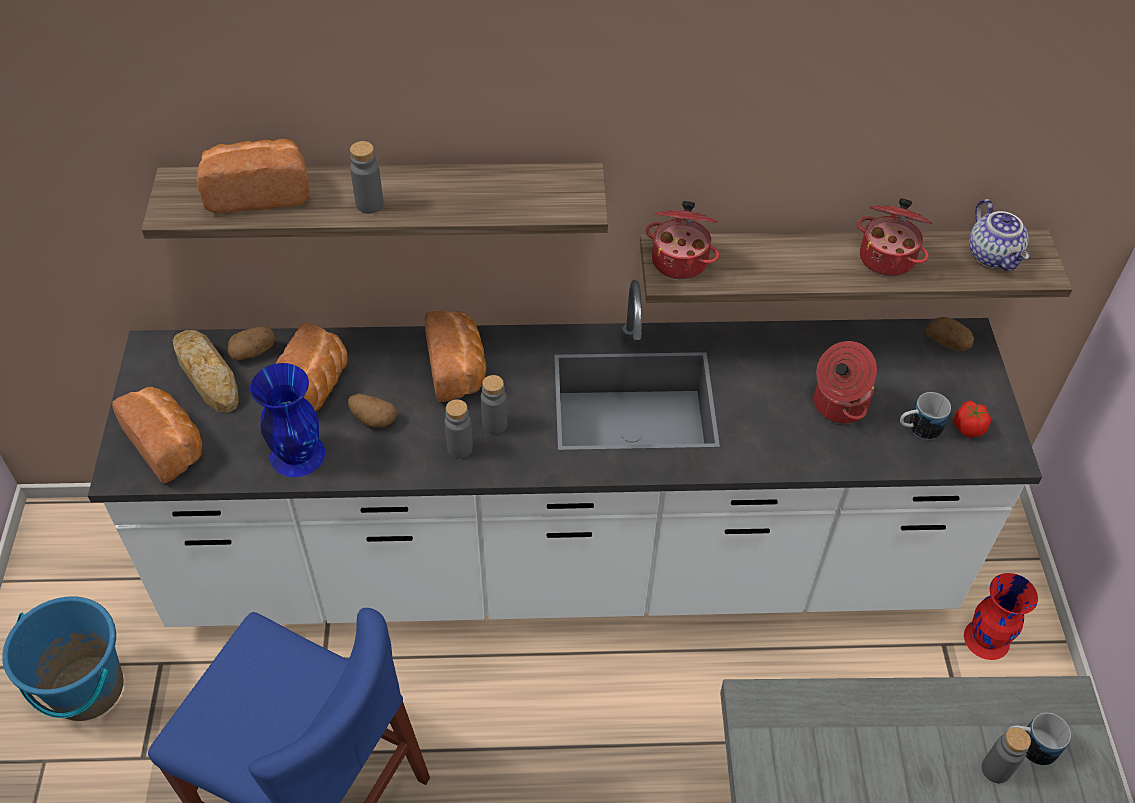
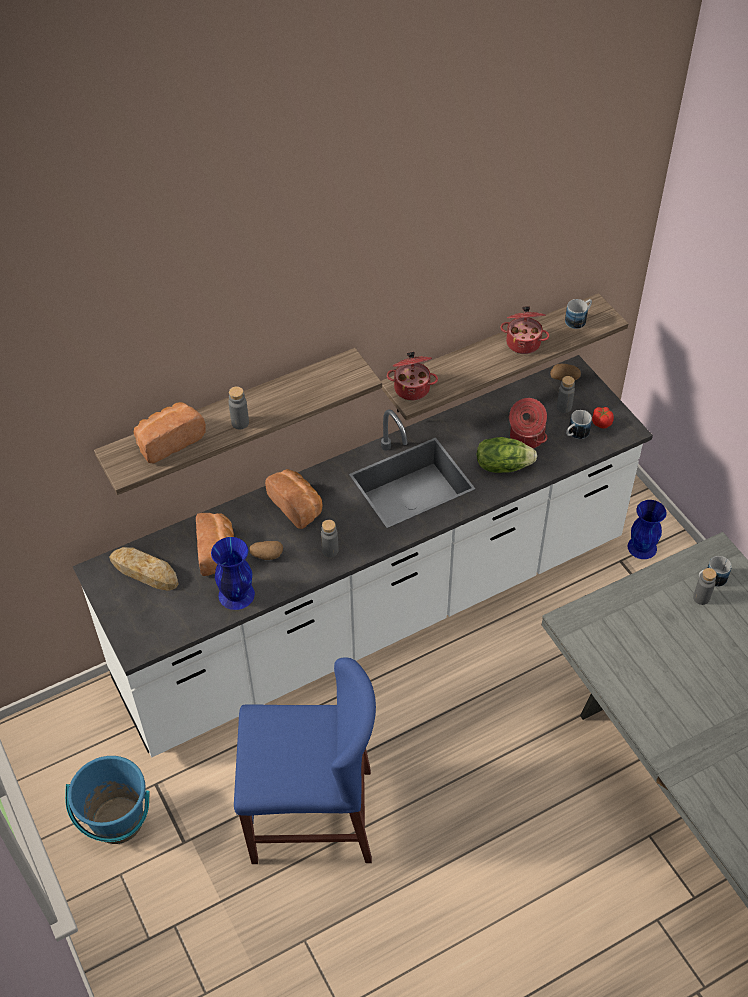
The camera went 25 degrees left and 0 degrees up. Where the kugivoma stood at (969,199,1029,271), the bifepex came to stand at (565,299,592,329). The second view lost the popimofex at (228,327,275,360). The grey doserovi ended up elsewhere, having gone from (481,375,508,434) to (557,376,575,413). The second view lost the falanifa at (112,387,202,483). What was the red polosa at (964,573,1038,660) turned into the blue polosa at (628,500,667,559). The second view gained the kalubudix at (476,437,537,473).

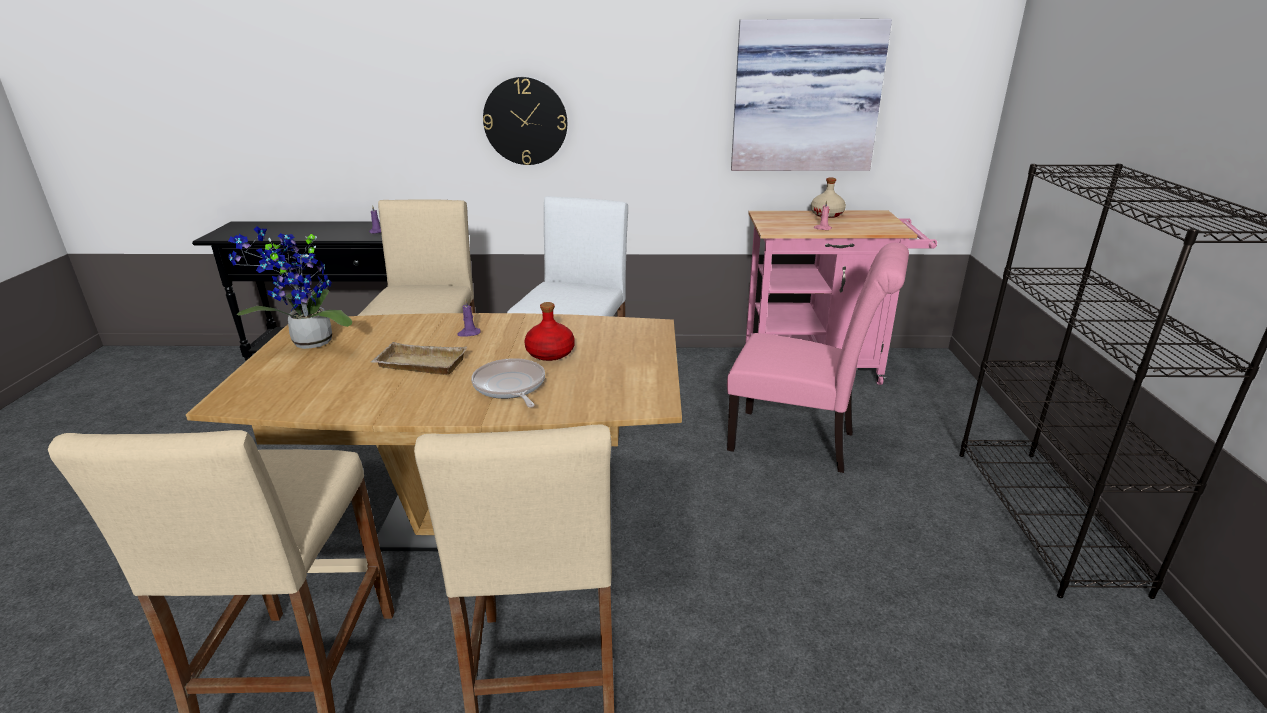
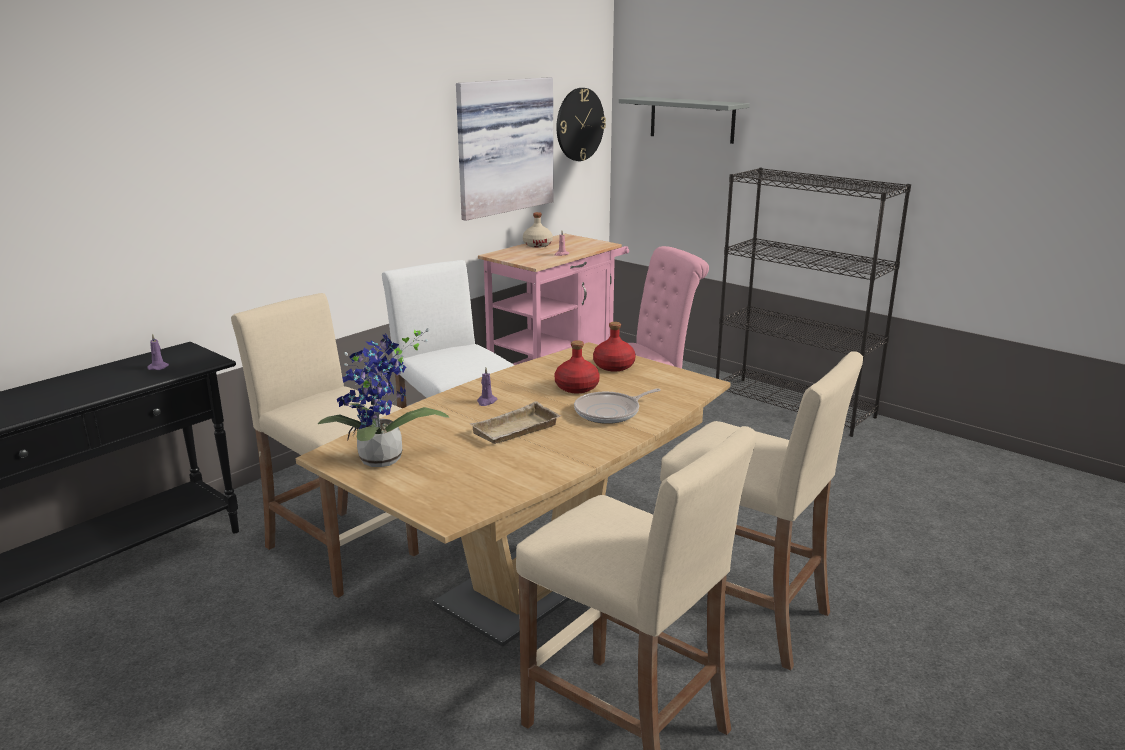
The camera went 50 degrees left and 5 degrees down. The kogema ended up elsewhere, having gone from (483,77,567,165) to (557,88,606,161). The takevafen at (471,358,545,408) ended up facing another way, 45 degrees counterclockwise from before. The second view gained the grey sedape at (619,97,750,144). The second view gained the red doserovi at (593,322,636,371).

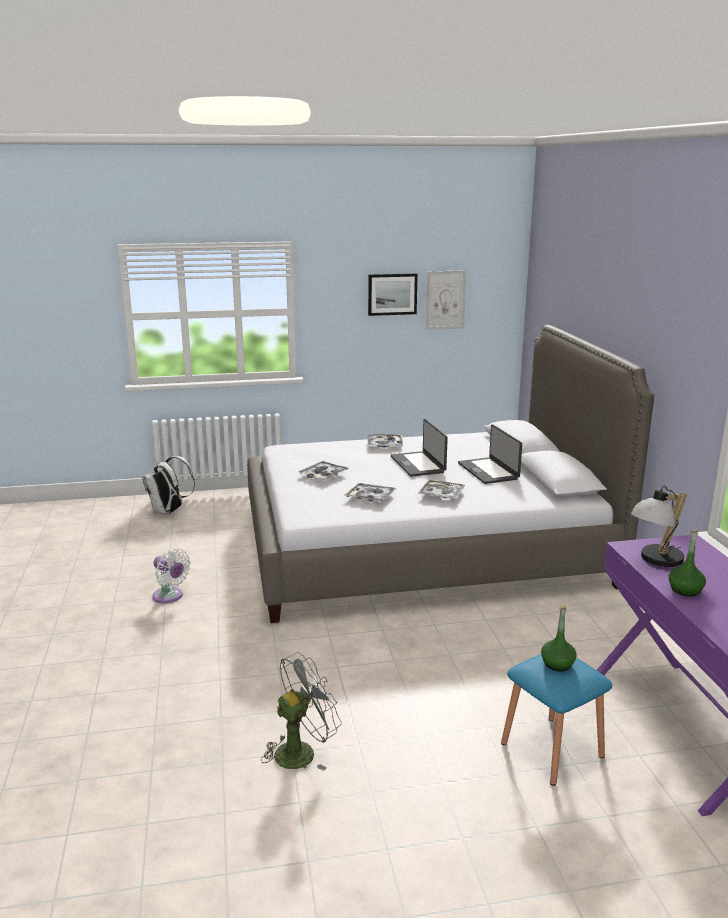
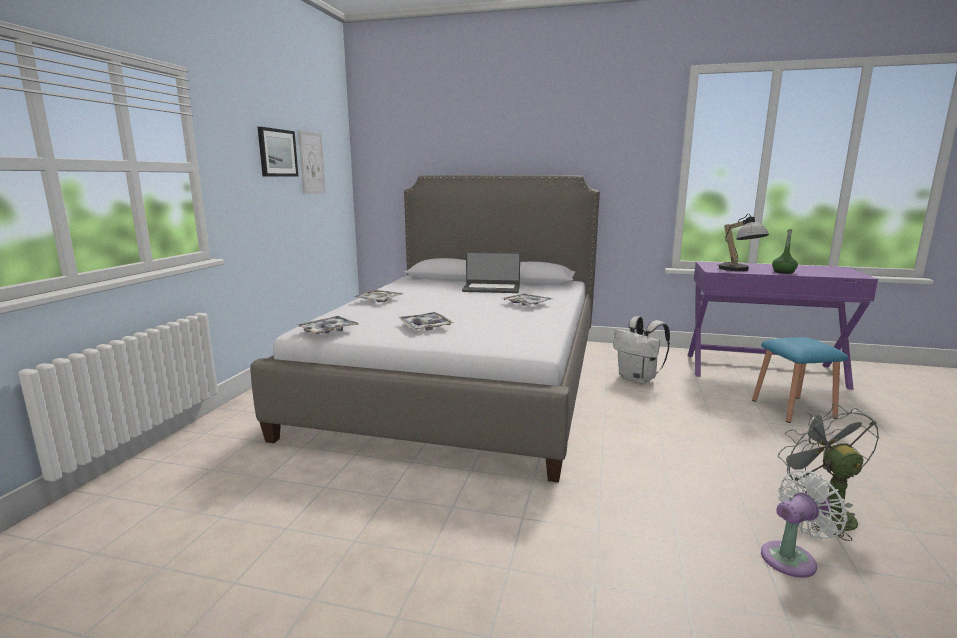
The camera went 65 degrees left and 5 degrees down. The second view lost the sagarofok at (391,419,448,477). The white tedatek ended up elsewhere, having gone from (142,456,195,515) to (613,316,670,384). The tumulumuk ended up elsewhere, having gone from (345,483,396,502) to (297,316,359,334). The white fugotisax ended up elsewhere, having gone from (152,549,191,603) to (761,470,848,578). The second view lost the green doserovi at (541,605,577,672).

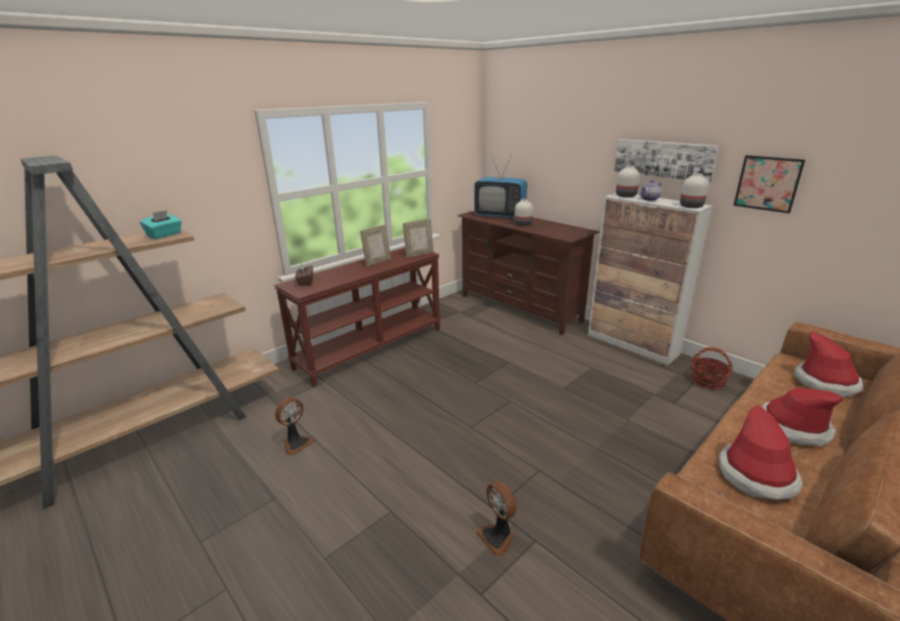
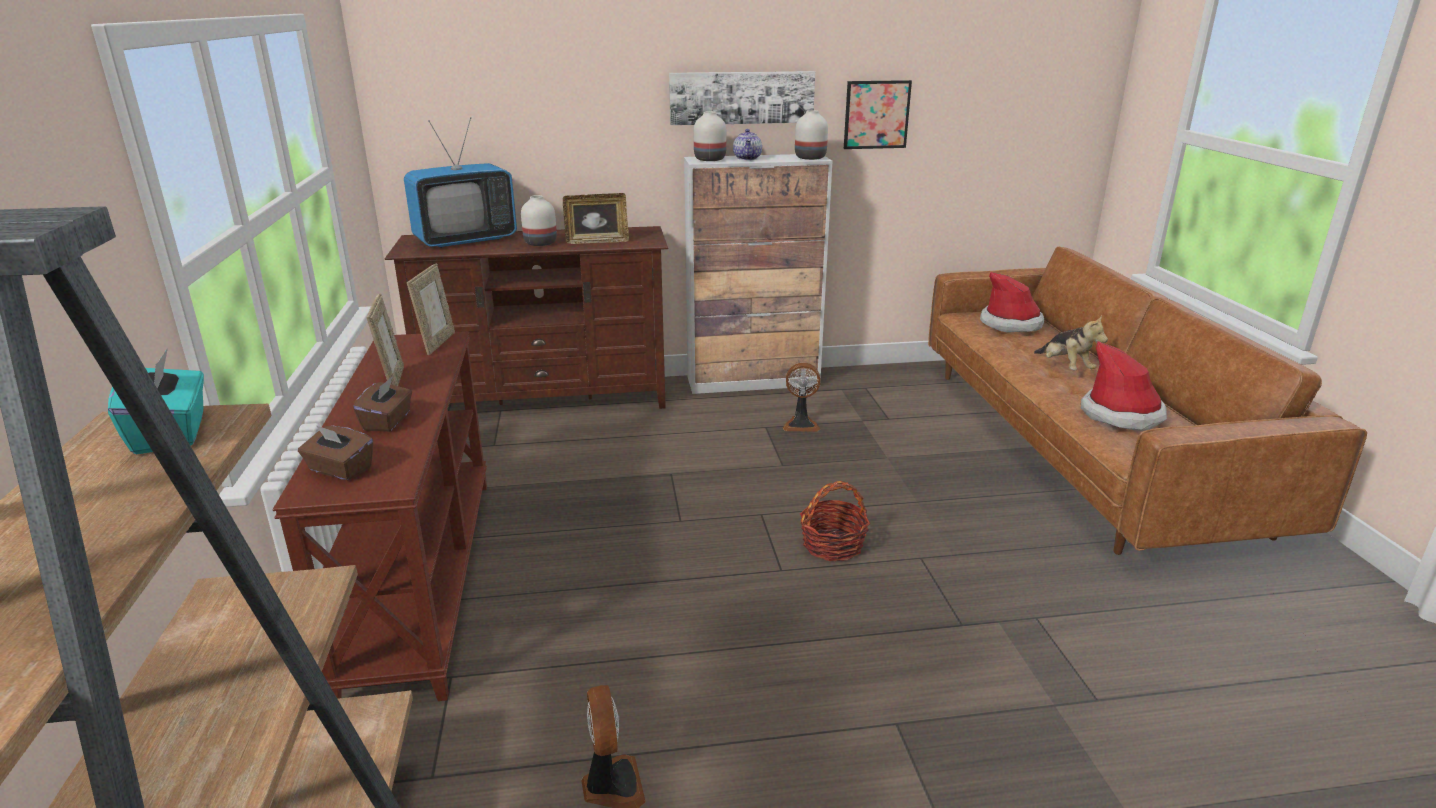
The camera went 55 degrees left and 0 degrees up. The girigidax ended up elsewhere, having gone from (690,347,733,390) to (800,481,870,561). Where the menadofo stood at (761,388,843,446), the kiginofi came to stand at (1034,315,1108,370). The fugotisax ended up elsewhere, having gone from (476,481,517,557) to (783,363,820,432). The second view gained the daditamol at (563,193,629,244). The second view gained the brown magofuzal at (353,376,412,432).

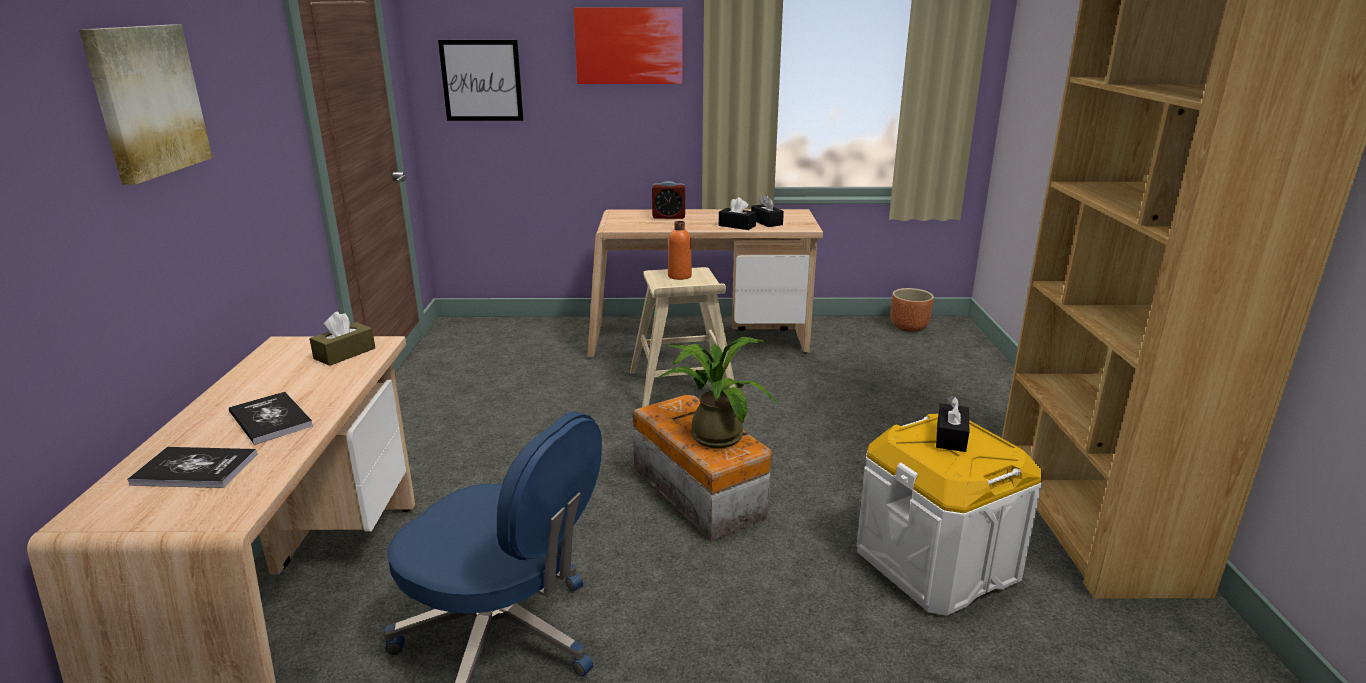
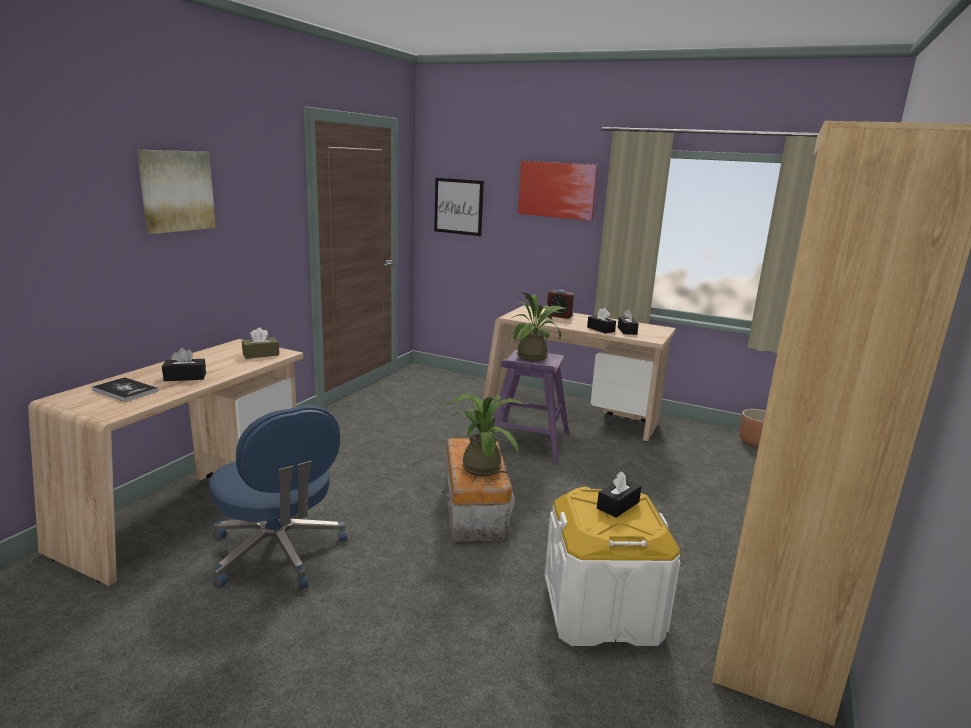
The camera went 25 degrees right and 5 degrees down. Where the orange doserovi stood at (668,221,692,280), the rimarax came to stand at (510,292,567,361). What was the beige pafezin at (630,267,736,407) turned into the purple pafezin at (493,350,569,464). Where the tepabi stood at (229,392,313,445), the black magofuzal came to stand at (162,348,206,381).

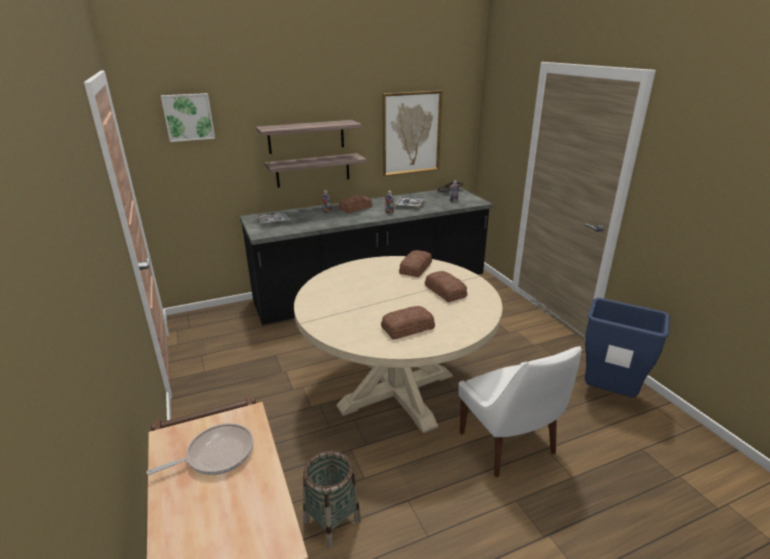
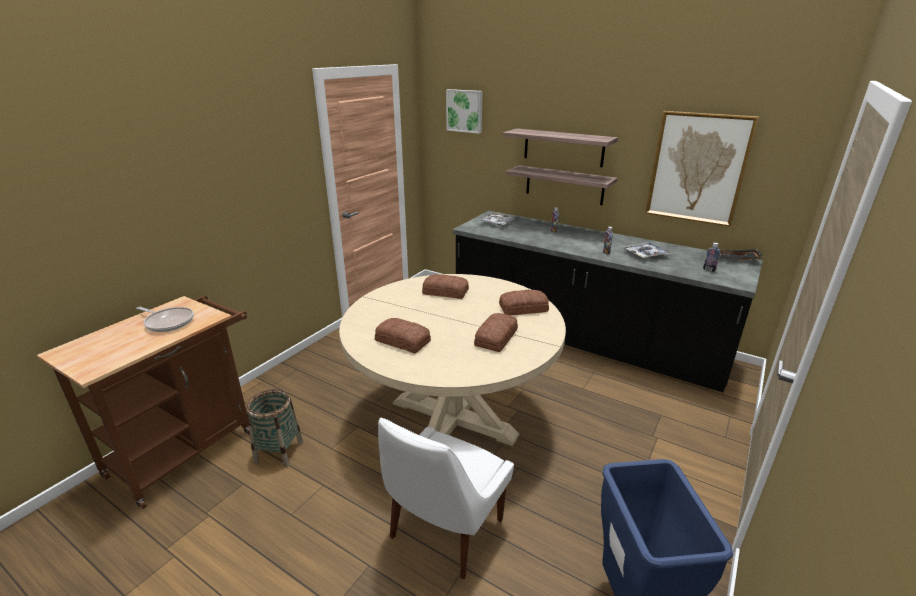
The camera went 55 degrees right and 0 degrees up. The falanifa ended up elsewhere, having gone from (339,195,372,213) to (422,274,469,299).

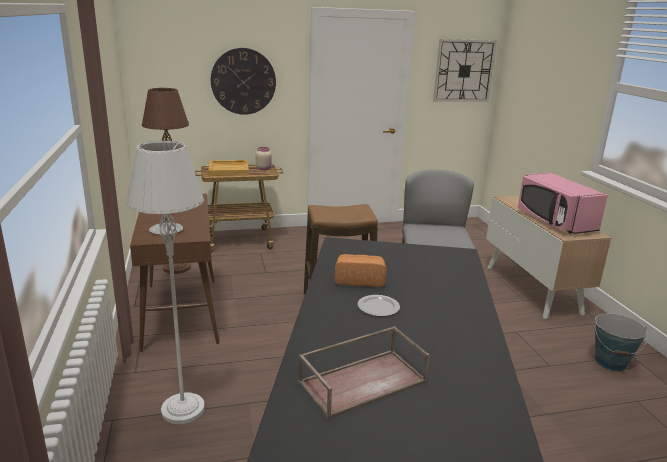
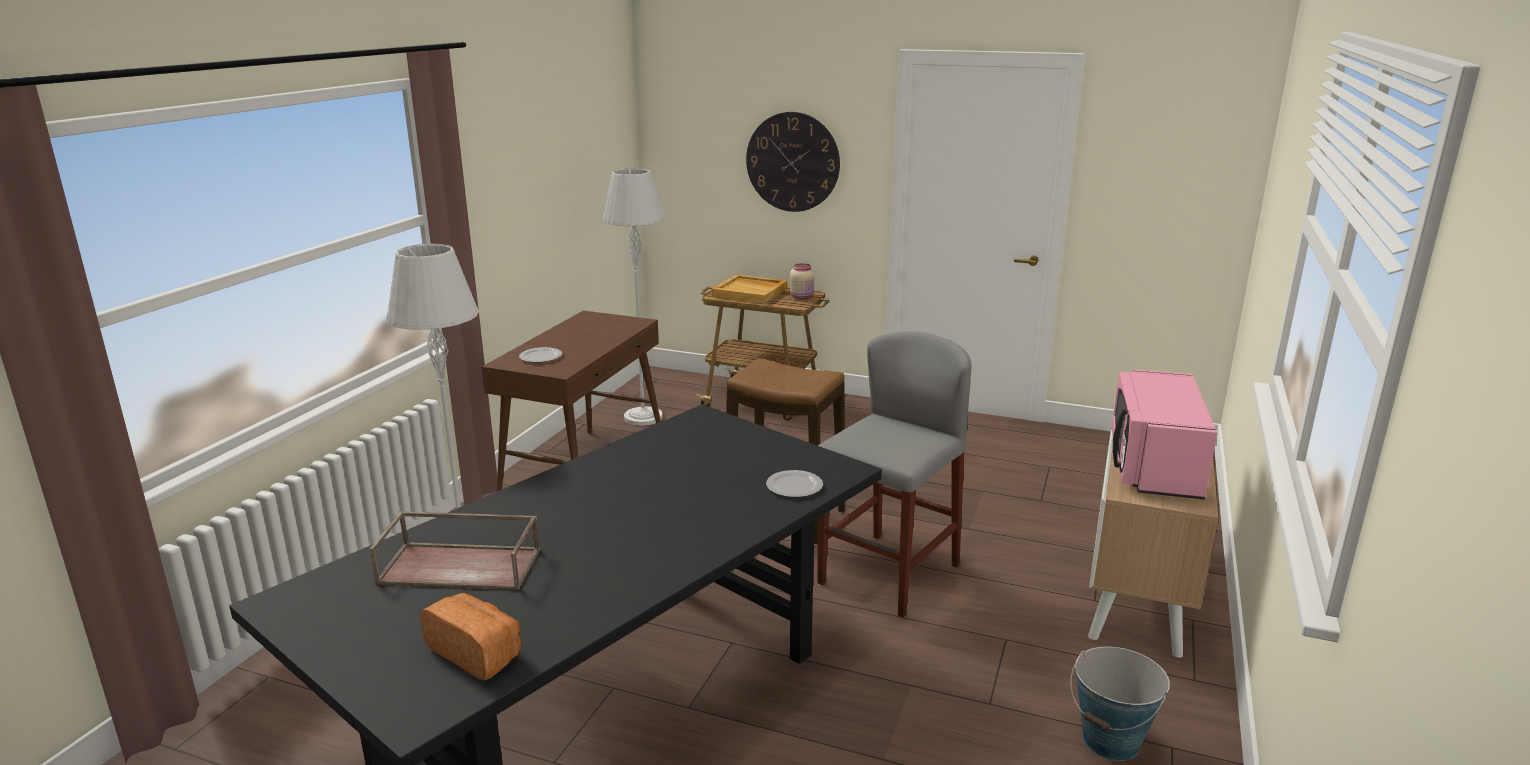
The camera went 35 degrees right and 0 degrees up. The second view lost the kogema at (433,39,497,102). What was the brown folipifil at (142,88,191,274) turned into the grey folipifil at (602,168,665,426). The falanifa ended up elsewhere, having gone from (335,254,387,287) to (420,593,521,681). The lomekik ended up elsewhere, having gone from (357,295,400,316) to (766,470,823,497).

